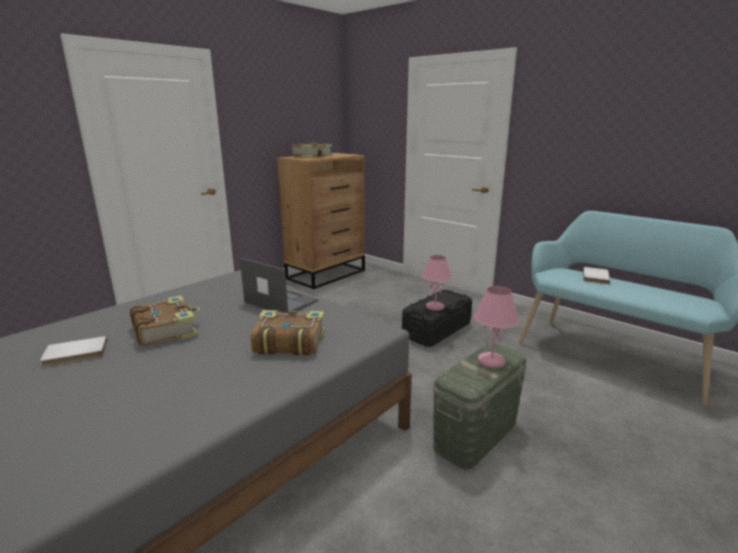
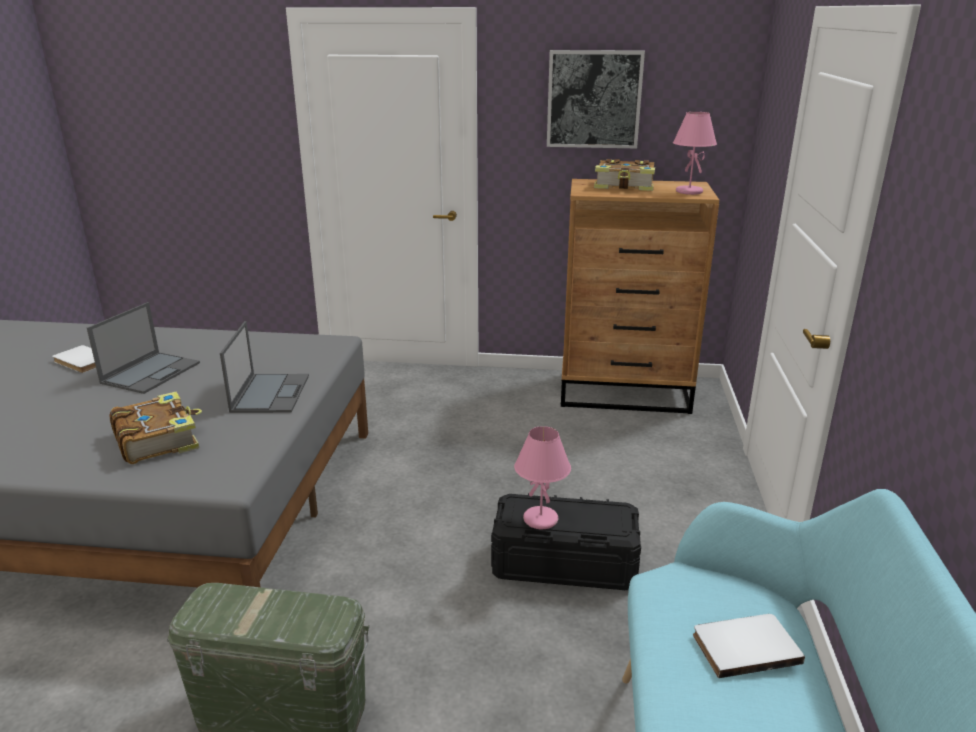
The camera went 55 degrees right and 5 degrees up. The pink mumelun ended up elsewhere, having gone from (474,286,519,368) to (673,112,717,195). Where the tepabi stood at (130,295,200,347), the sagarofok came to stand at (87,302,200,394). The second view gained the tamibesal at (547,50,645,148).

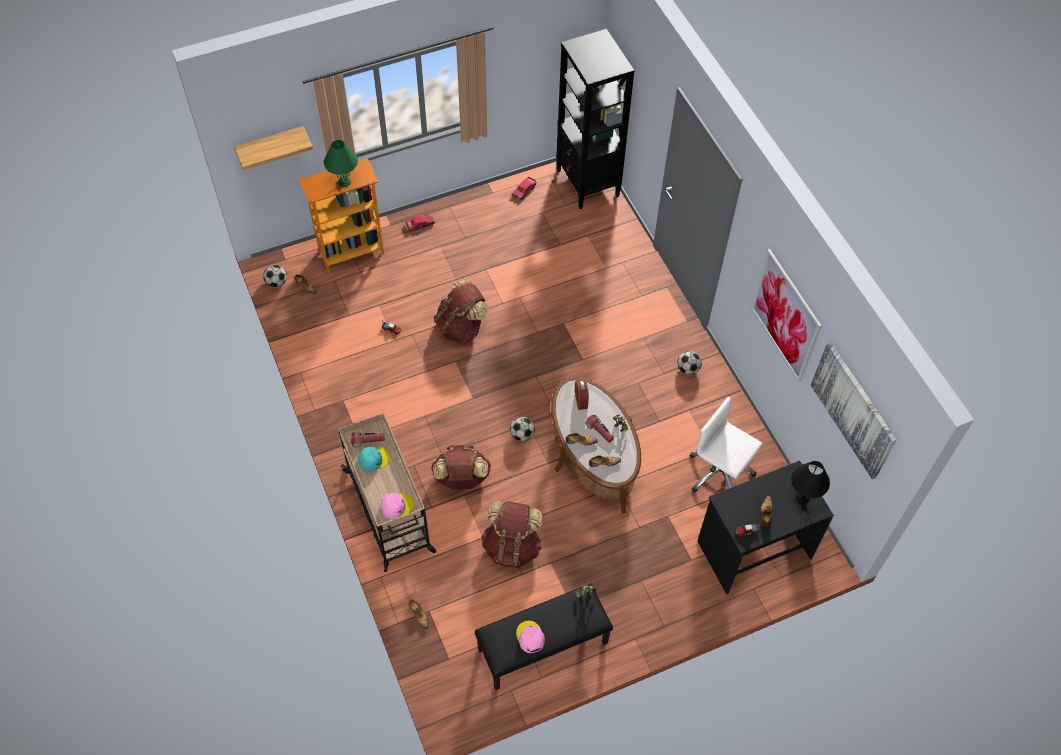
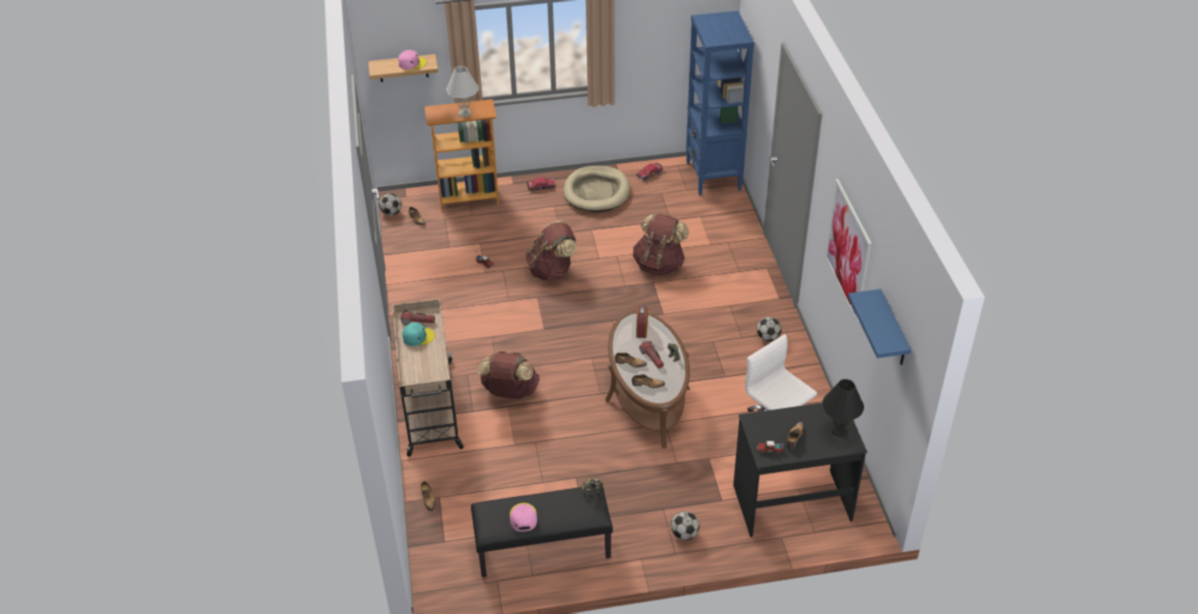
The camera went 15 degrees right and 15 degrees down. What was the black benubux at (556,29,635,209) turned into the blue benubux at (686,11,754,195). What was the green mumelun at (324,140,358,187) turned into the white mumelun at (446,66,479,117). Where the tamibesal hung at (811,342,897,479), the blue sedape came to hang at (848,289,911,365). The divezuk ended up elsewhere, having gone from (510,417,535,441) to (671,511,700,540). The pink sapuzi ended up elsewhere, having gone from (381,493,414,519) to (398,50,427,69). The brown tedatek ended up elsewhere, having gone from (481,501,543,568) to (633,214,689,276). The second view gained the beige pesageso at (563,166,630,212).

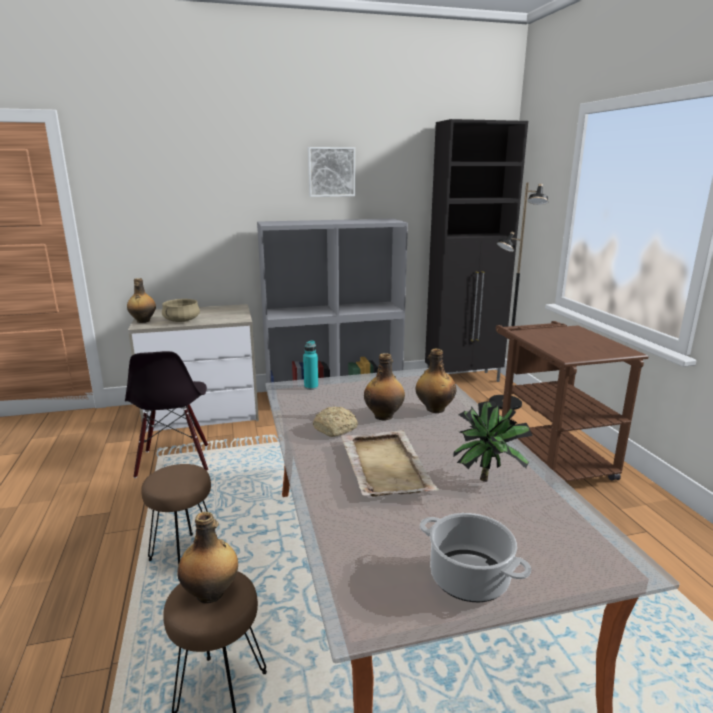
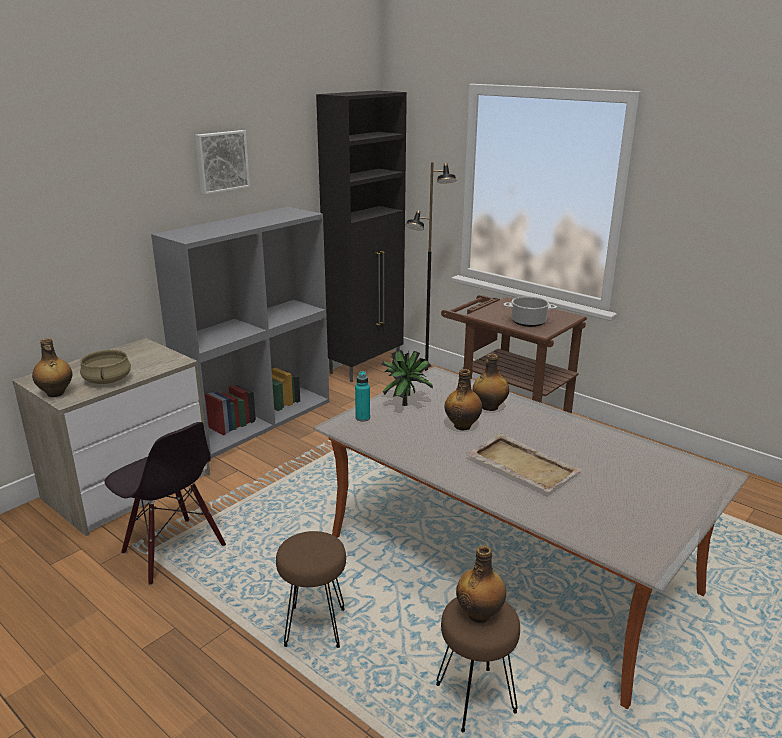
The camera went 35 degrees left and 5 degrees up. The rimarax ended up elsewhere, having gone from (453,402,533,482) to (381,350,433,406). The second view lost the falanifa at (313,406,358,437). The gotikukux ended up elsewhere, having gone from (420,513,531,602) to (503,296,557,327).

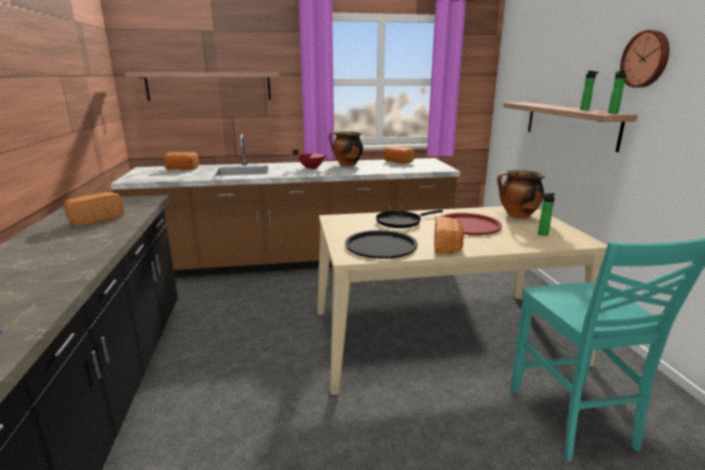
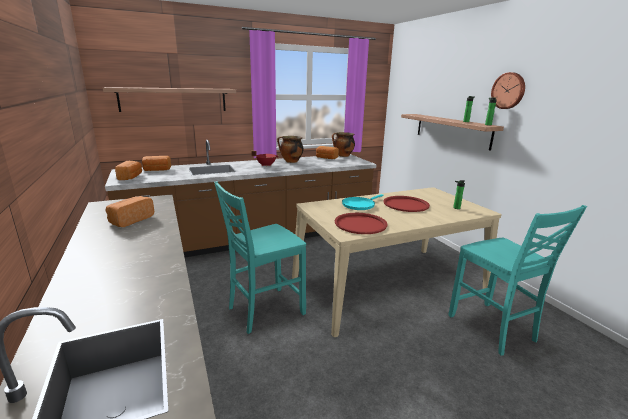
The camera went 15 degrees left and 0 degrees up. The gotikukux ended up elsewhere, having gone from (497,170,545,218) to (332,132,355,157). What was the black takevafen at (376,209,443,228) turned into the turquoise takevafen at (342,194,384,210). The falanifa ended up elsewhere, having gone from (434,217,464,254) to (115,161,142,180). What was the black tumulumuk at (345,230,418,259) turned into the red tumulumuk at (335,213,388,234). The second view gained the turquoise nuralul at (214,181,306,334).

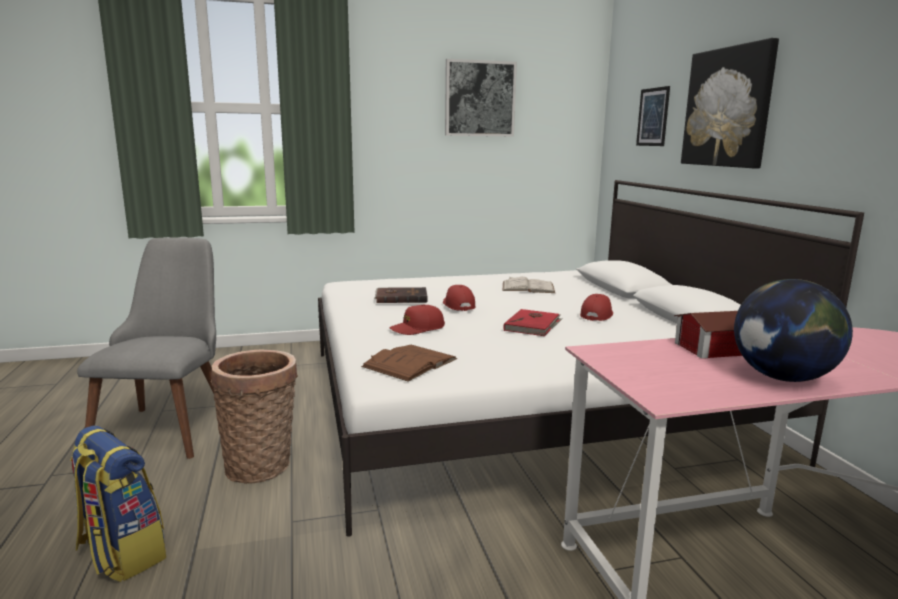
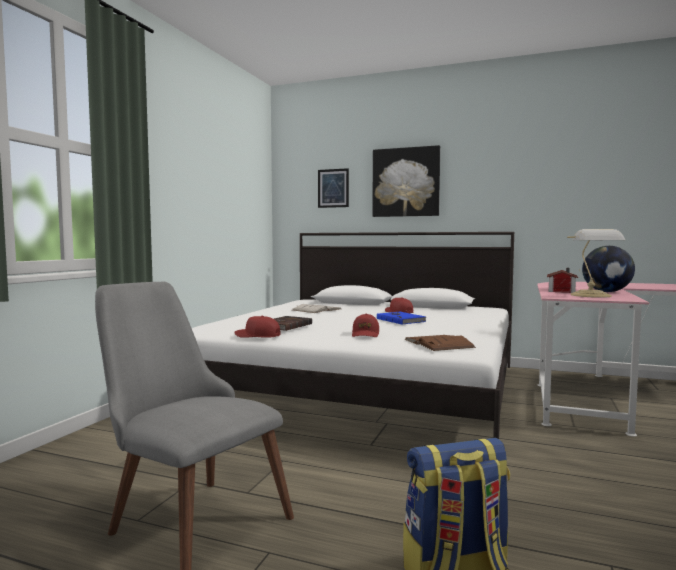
The camera went 55 degrees left and 10 degrees down. The second view lost the tamibesal at (445,59,517,136). The red sapuzi ended up elsewhere, having gone from (443,285,476,311) to (234,316,281,338). What was the red tepabi at (503,309,562,336) turned into the blue tepabi at (377,312,426,325). The second view lost the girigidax at (211,349,298,484). The second view gained the mumelun at (567,229,625,298).

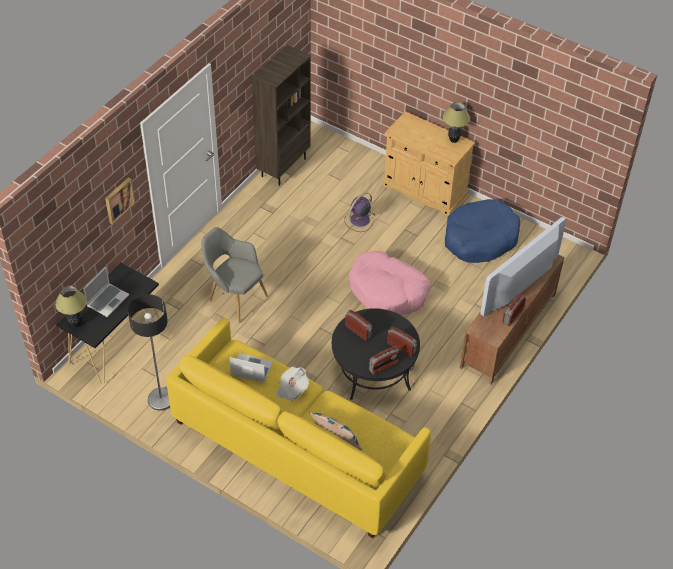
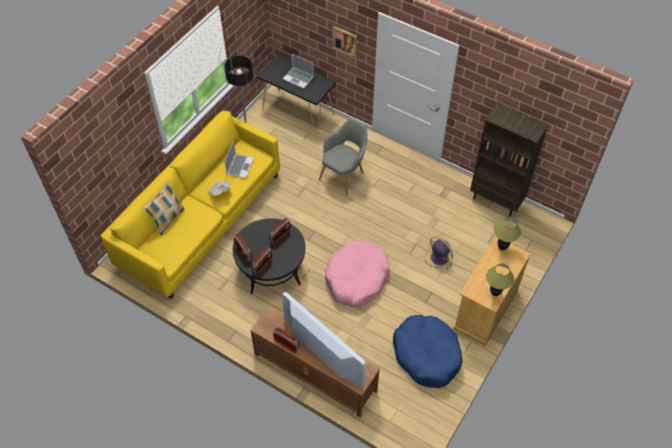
The camera went 90 degrees right and 5 degrees up. The mumelun ended up elsewhere, having gone from (55,286,87,327) to (494,217,521,250).

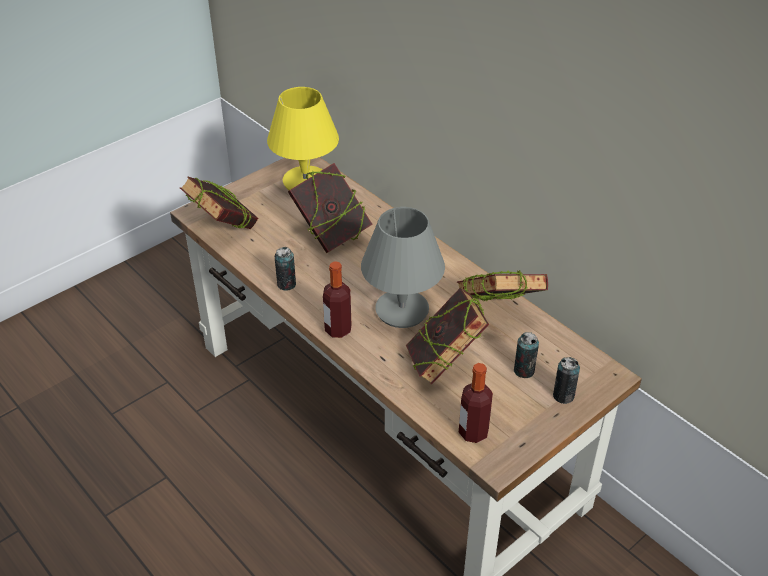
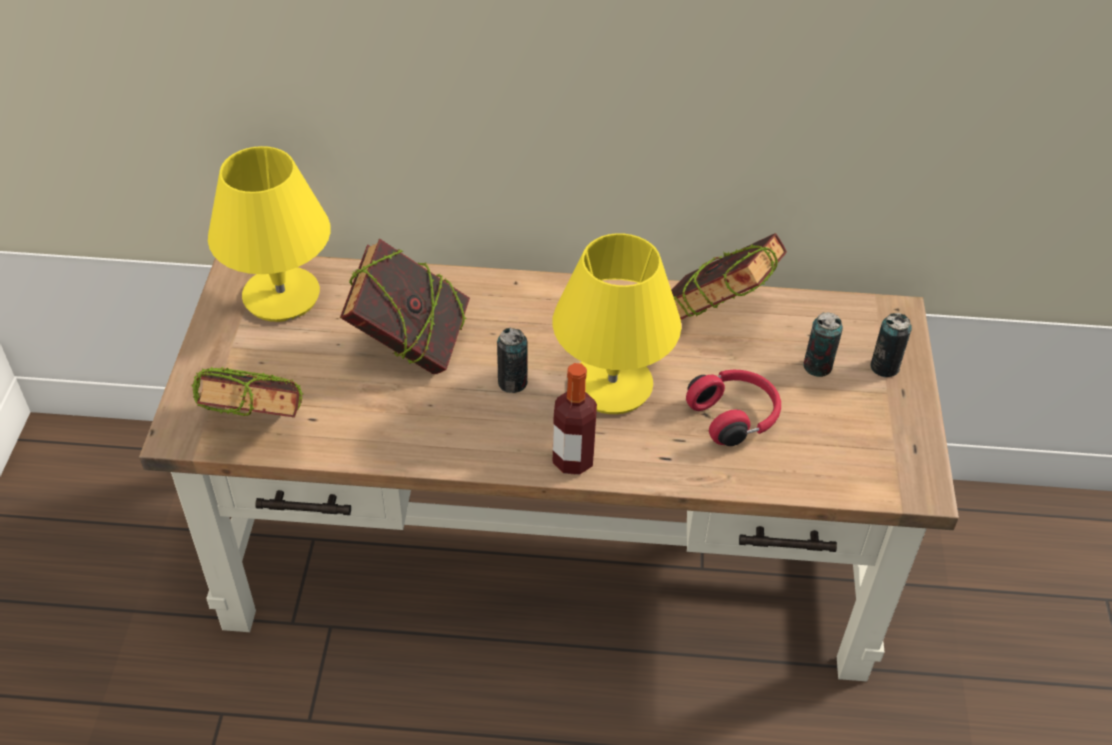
The camera went 45 degrees left and 5 degrees up. What was the grey mumelun at (361,207,445,328) turned into the yellow mumelun at (553,233,681,414). The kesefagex ended up elsewhere, having gone from (275,247,296,291) to (497,327,528,393). Where the tepabi stood at (406,287,489,385), the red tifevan came to stand at (686,370,781,446). The second view lost the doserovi at (459,363,493,443).

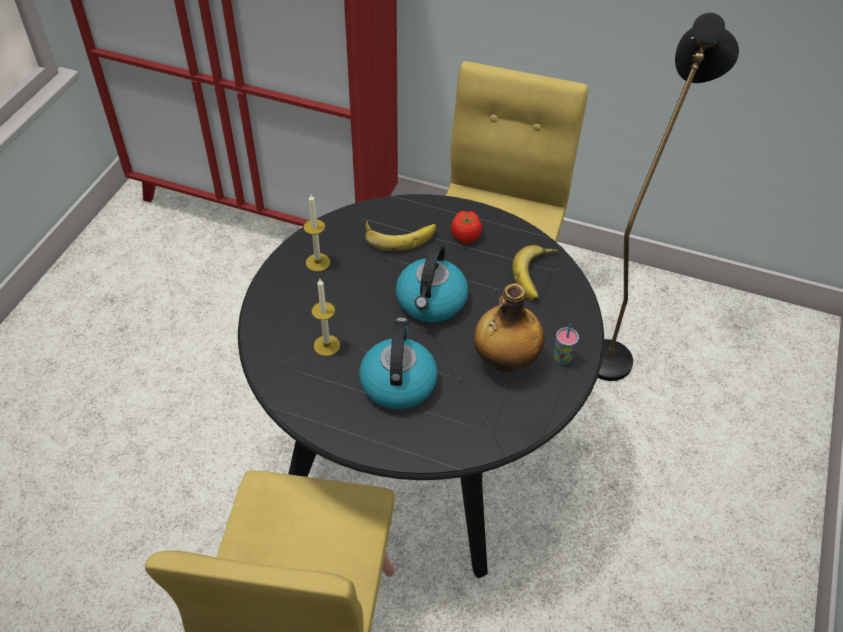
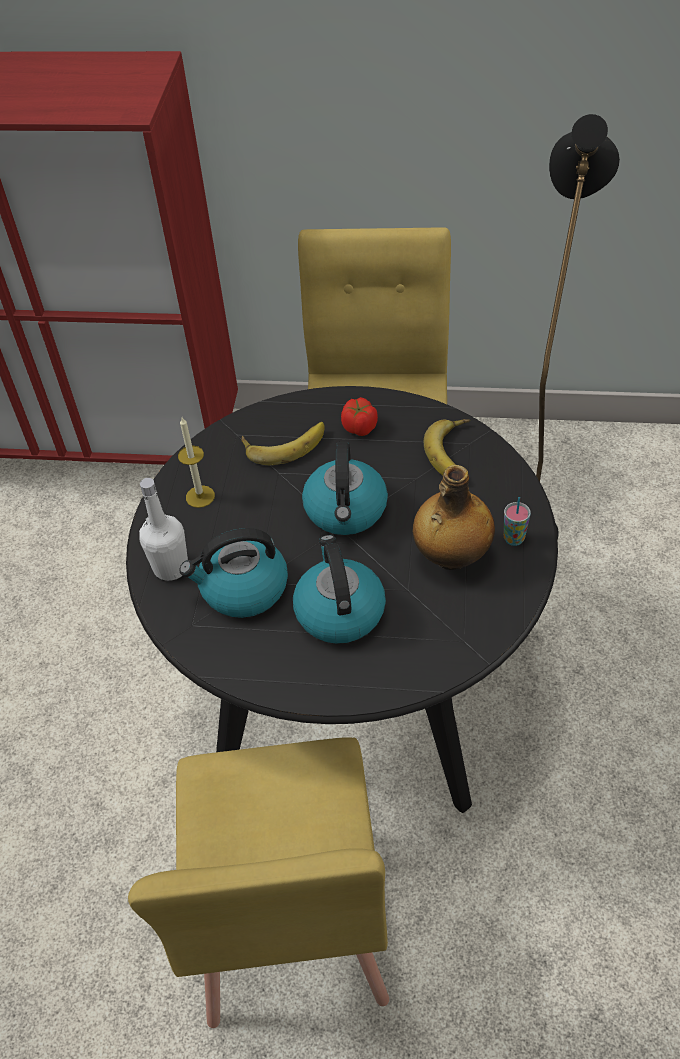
The camera went 10 degrees left and 0 degrees up. Where the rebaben stood at (311,279,340,356), the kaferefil came to stand at (179,528,288,618). The second view gained the white doserovi at (139,478,188,581).

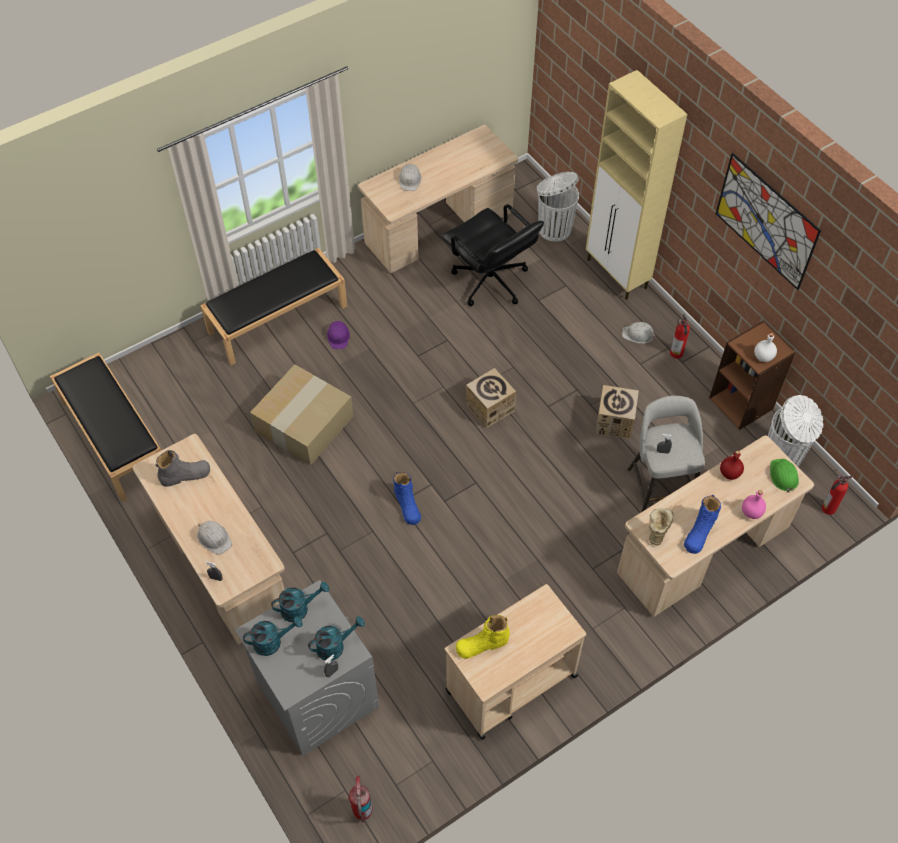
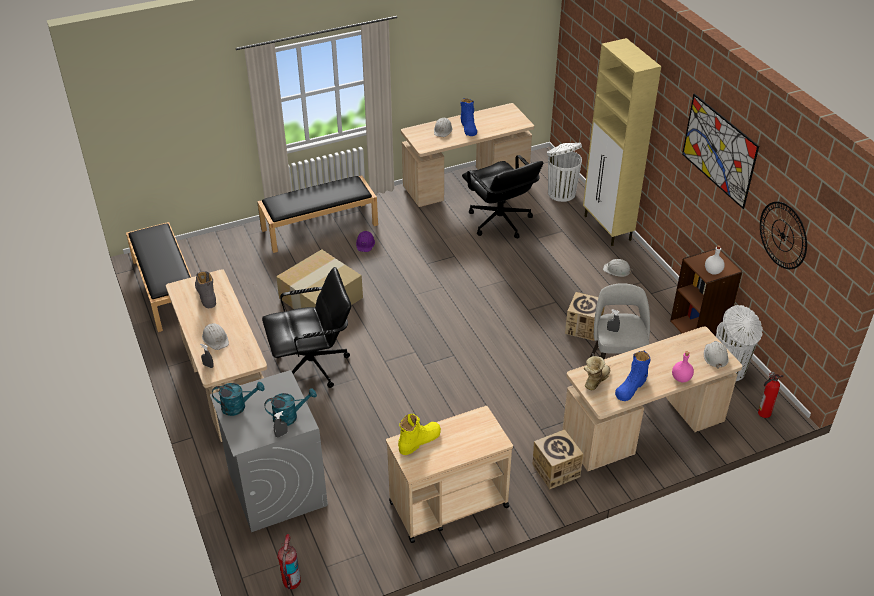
The camera went 10 degrees right and 15 degrees down. The second view lost the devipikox at (670,314,690,359). The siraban ended up elsewhere, having gone from (466,368,516,428) to (533,430,583,489). The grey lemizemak at (155,450,210,487) ended up facing another way, 105 degrees counterclockwise from before. The second view lost the red doserovi at (720,451,744,480). What was the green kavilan at (770,459,799,493) turned into the white kavilan at (704,341,729,369). The blue lemizemak ended up elsewhere, having gone from (393,472,421,525) to (460,98,477,136). The second view lost the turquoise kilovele at (271,582,329,622). The yellow lemizemak at (456,615,510,659) ended up facing another way, 150 degrees clockwise from before. The second view gained the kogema at (760,201,807,269). The second view gained the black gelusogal at (262,267,351,388).

